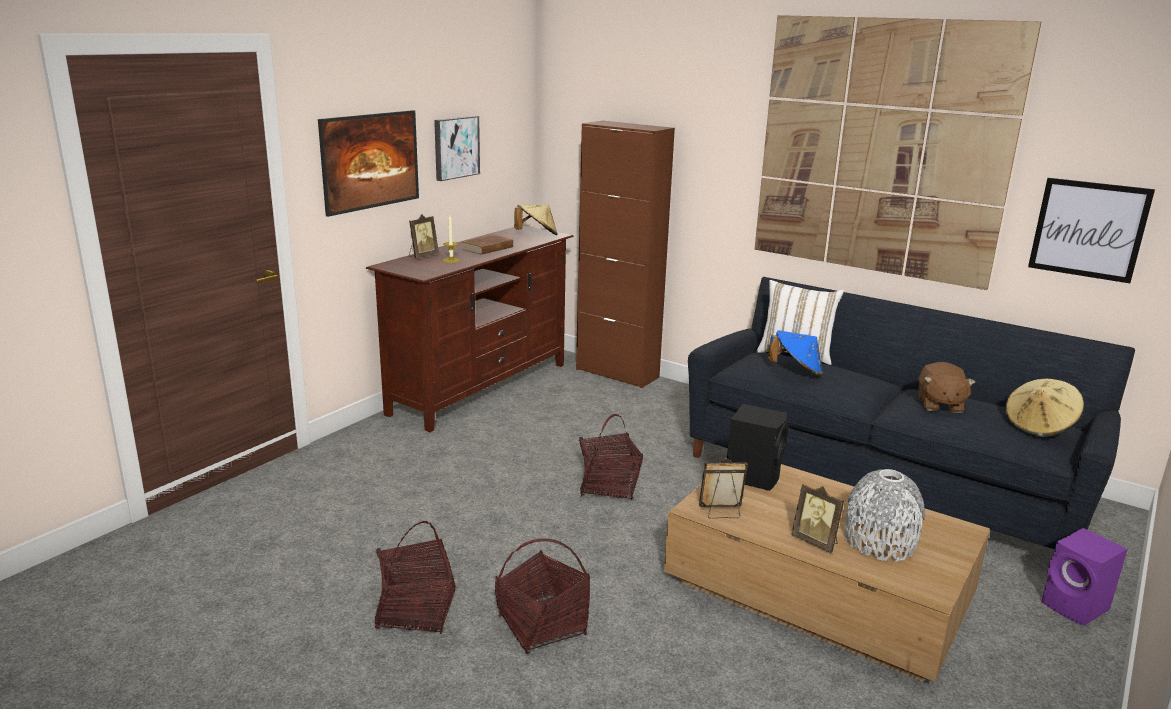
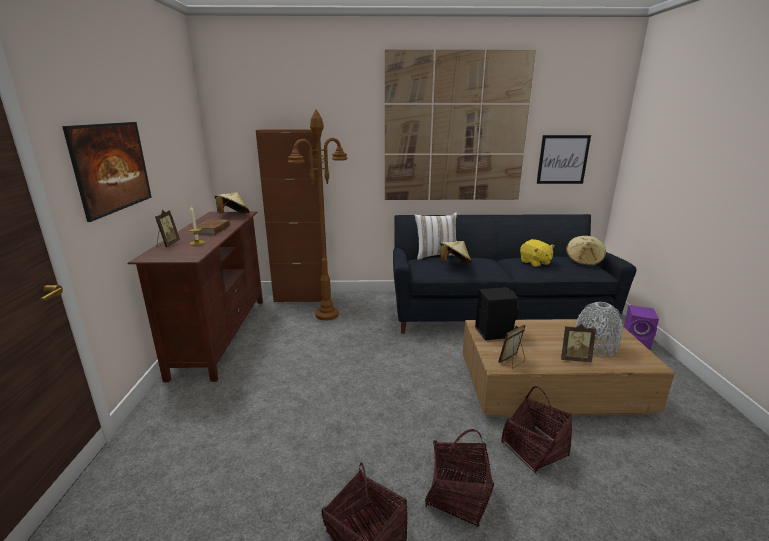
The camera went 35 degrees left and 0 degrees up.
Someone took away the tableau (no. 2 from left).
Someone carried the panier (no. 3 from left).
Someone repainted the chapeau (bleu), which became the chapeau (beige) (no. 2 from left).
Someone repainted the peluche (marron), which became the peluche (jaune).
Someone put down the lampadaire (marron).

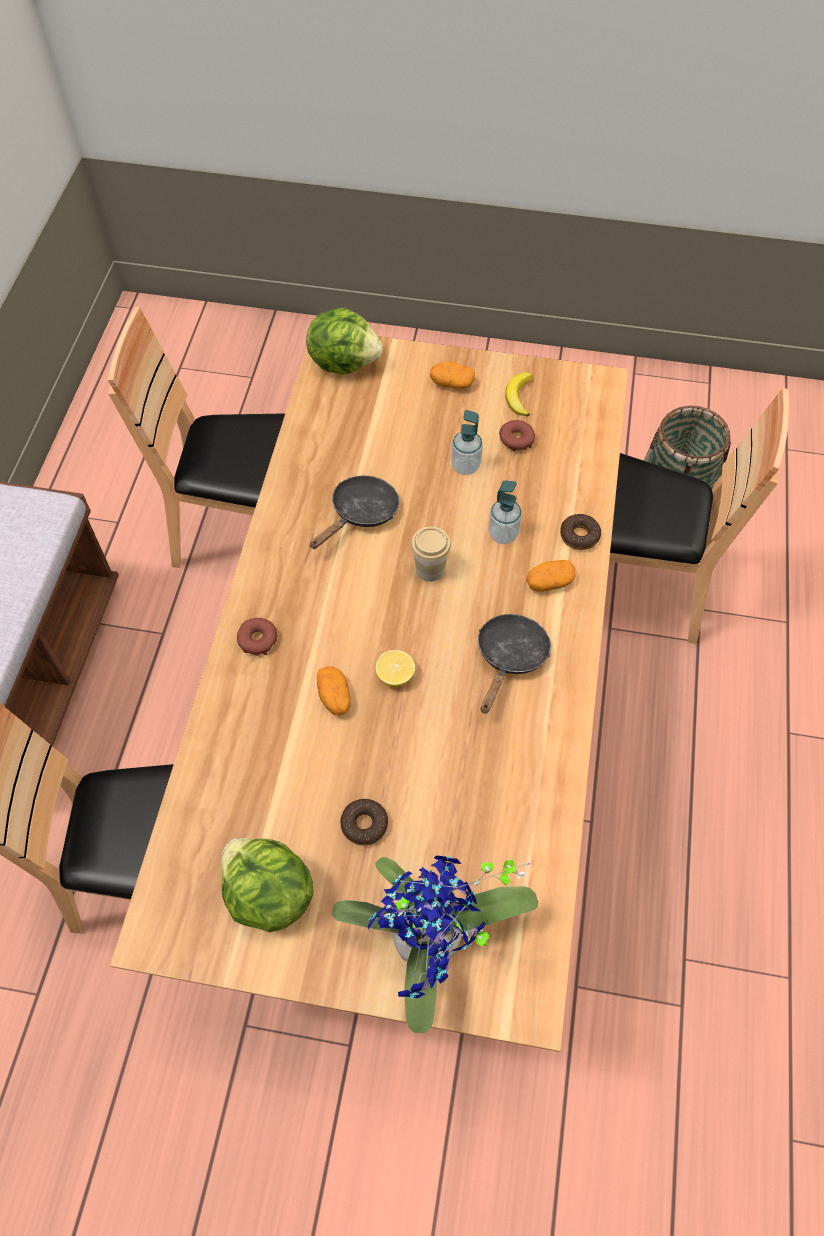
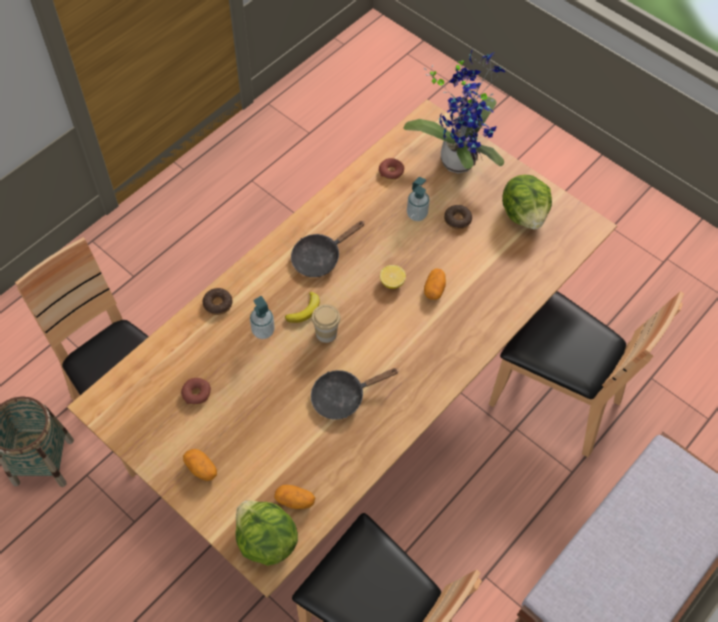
The camera went 150 degrees left and 0 degrees up.
Someone carried the beignet (no. 1 from left in the first image).
Someone carried the distributeur de savon (no. 1 from left in the first image).
Someone carried the banane.
Someone carried the pomme de terre (no. 3 from left in the first image).

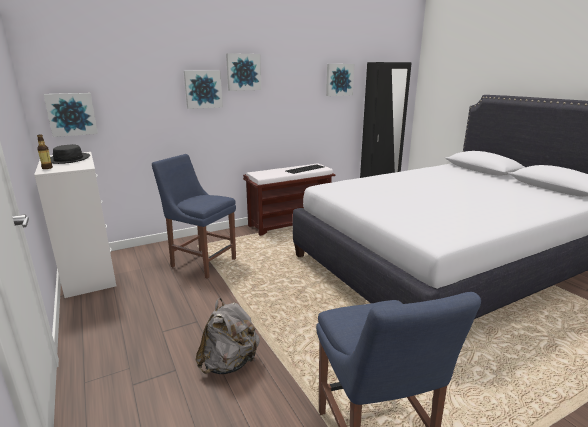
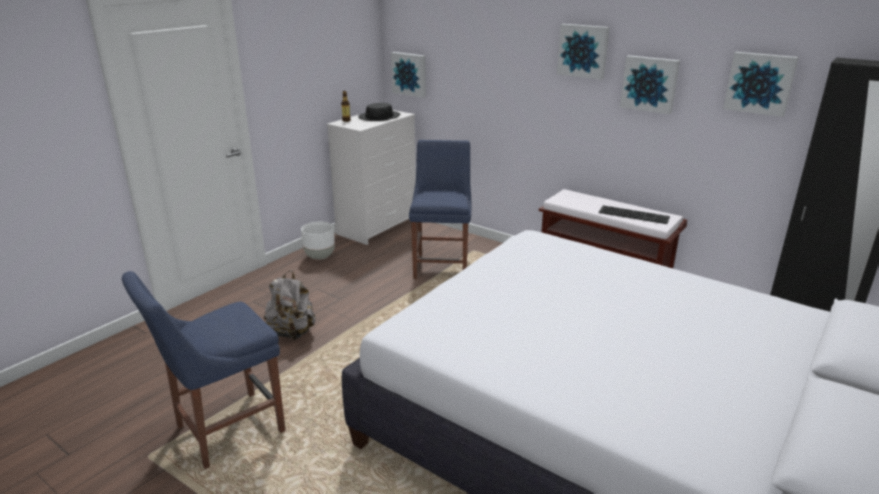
The camera went 65 degrees right and 5 degrees up.
Someone carried the tableau (no. 2 from left in the first image).
Someone put down the cache-pot (blanc).

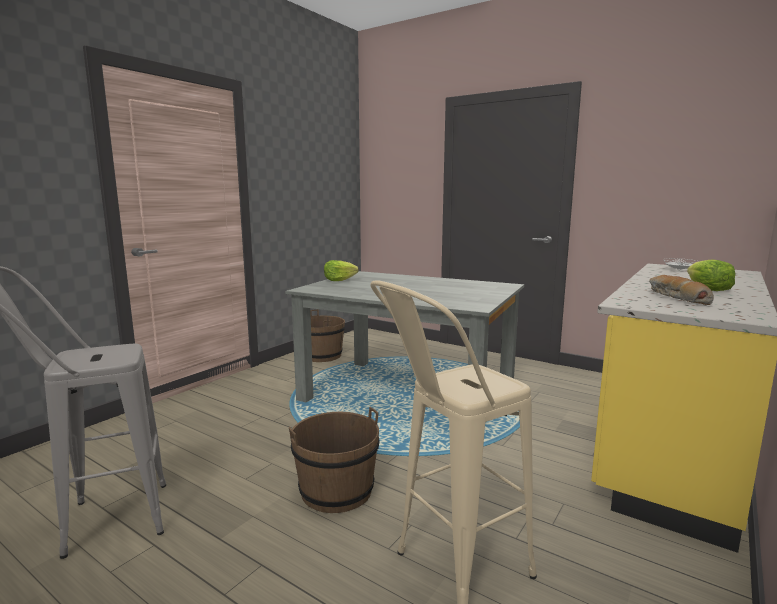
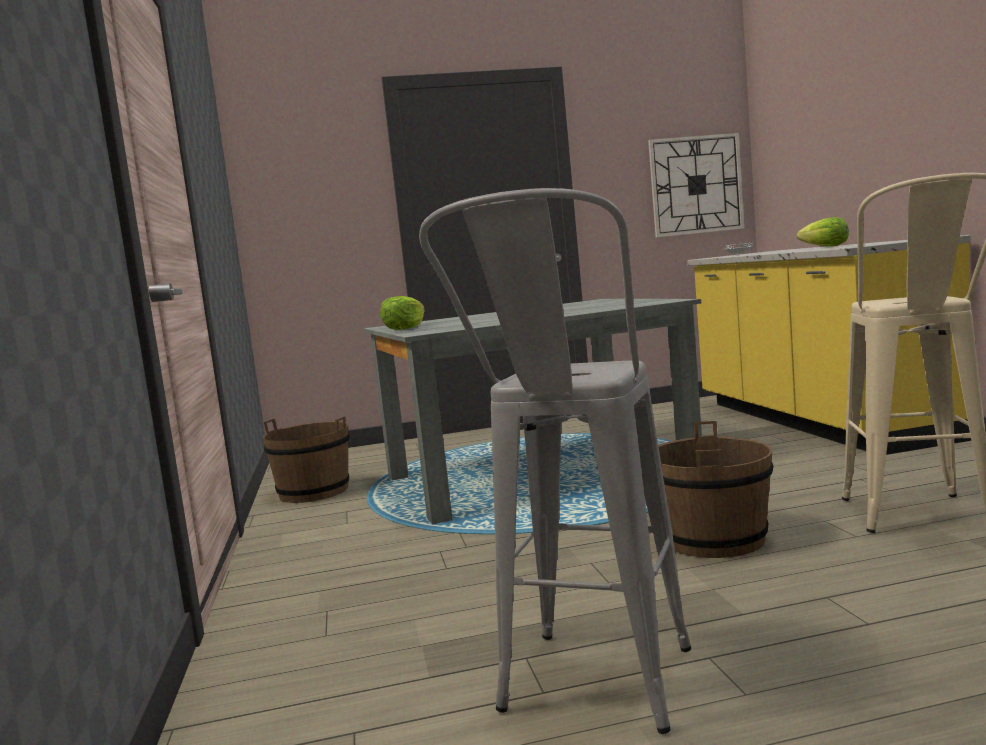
The camera went 45 degrees left and 5 degrees down.
Someone took away the pain.
Someone put up the horloge murale.

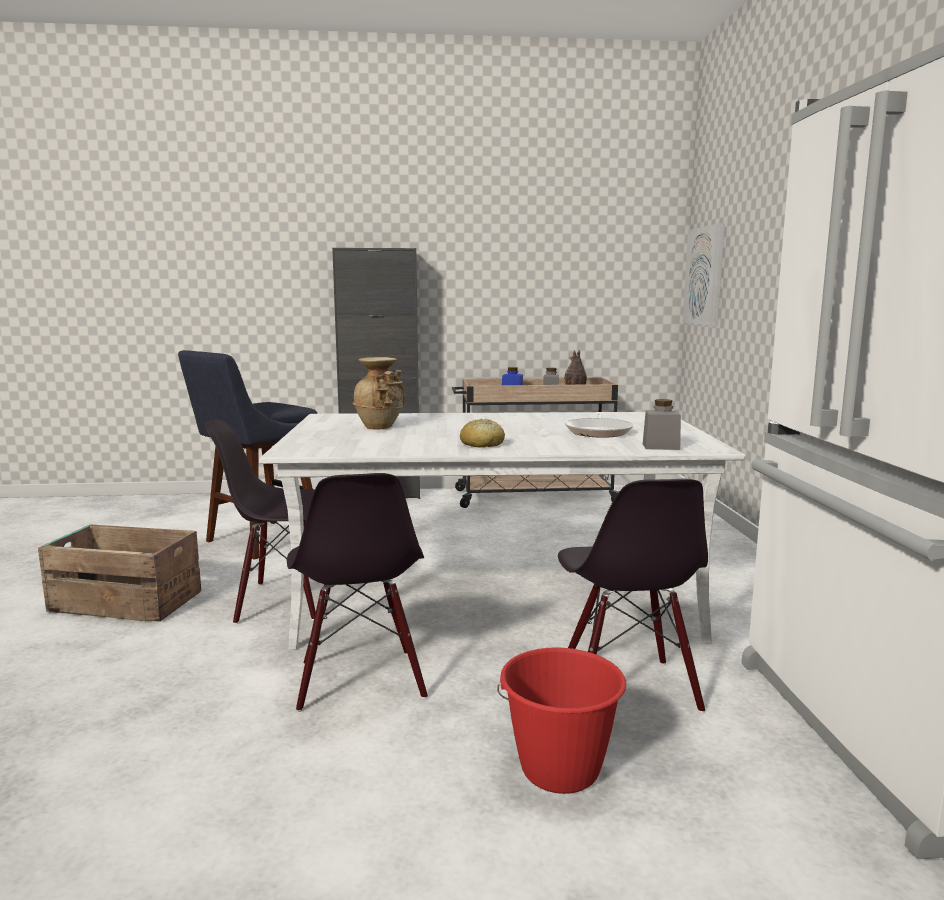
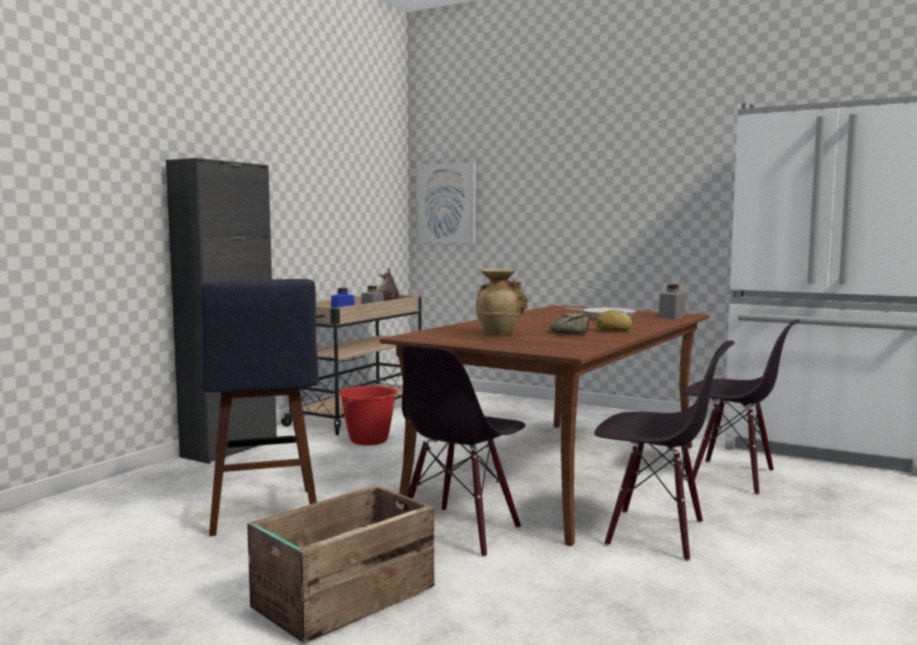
The camera went 55 degrees left and 5 degrees down.
Someone repainted the table à manger (blanc), which became the table à manger (marron).
Someone carried the seau (rouge).
Someone put down the pain (no. 1 from left).

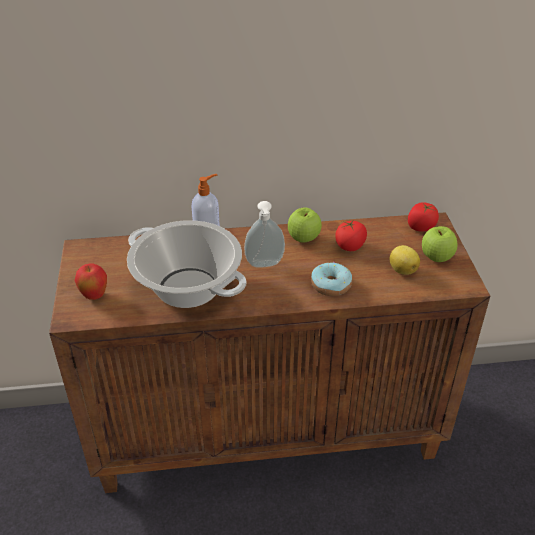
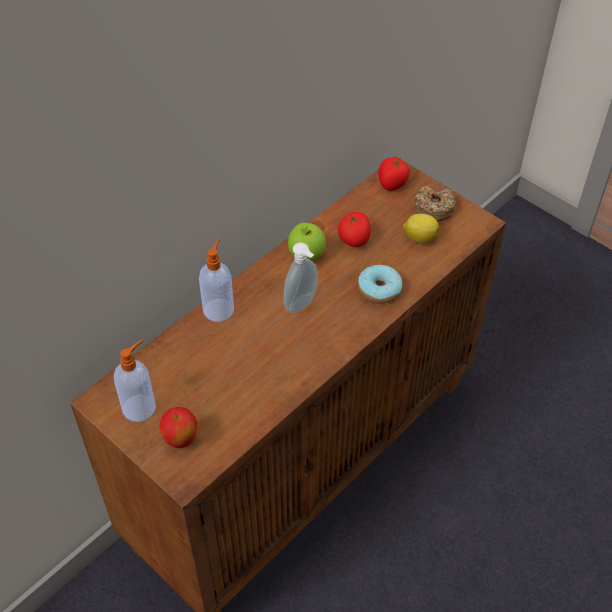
The camera went 40 degrees left and 10 degrees up.
Someone took away the marmite.
Someone swapped the pomme (no. 3 from left) for the beignet (no. 2 from left).
Someone put down the distributeur de savon (no. 1 from left).

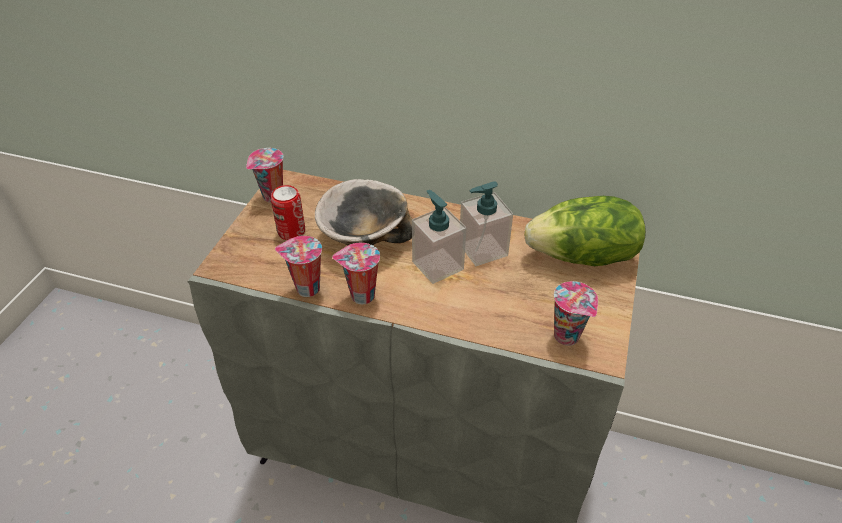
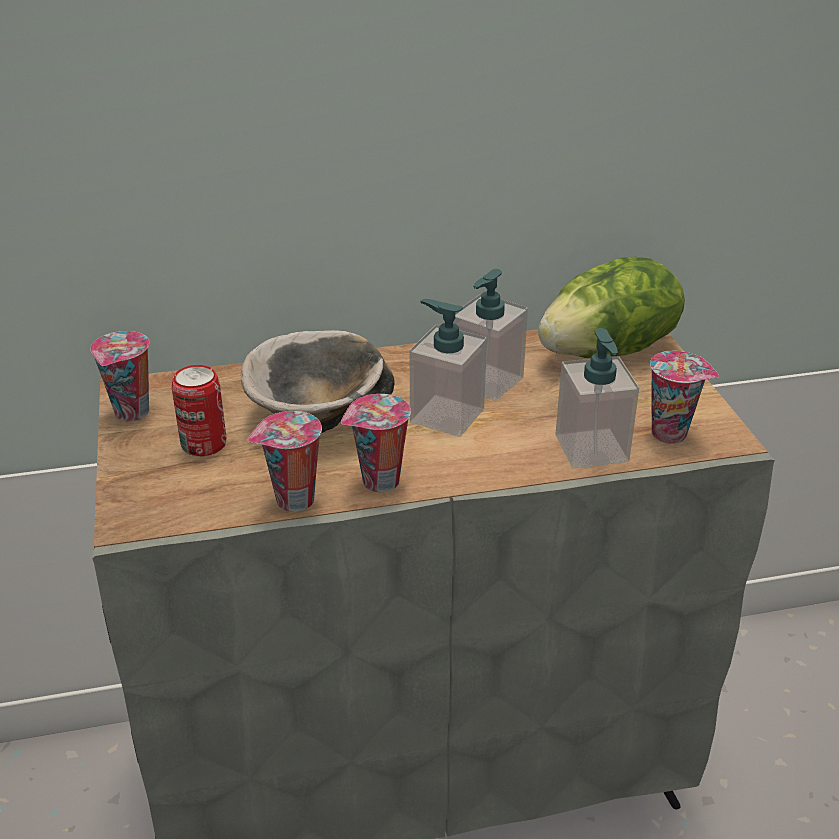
The camera went 30 degrees left and 10 degrees down.
Someone put down the distributeur de savon (no. 3 from left).

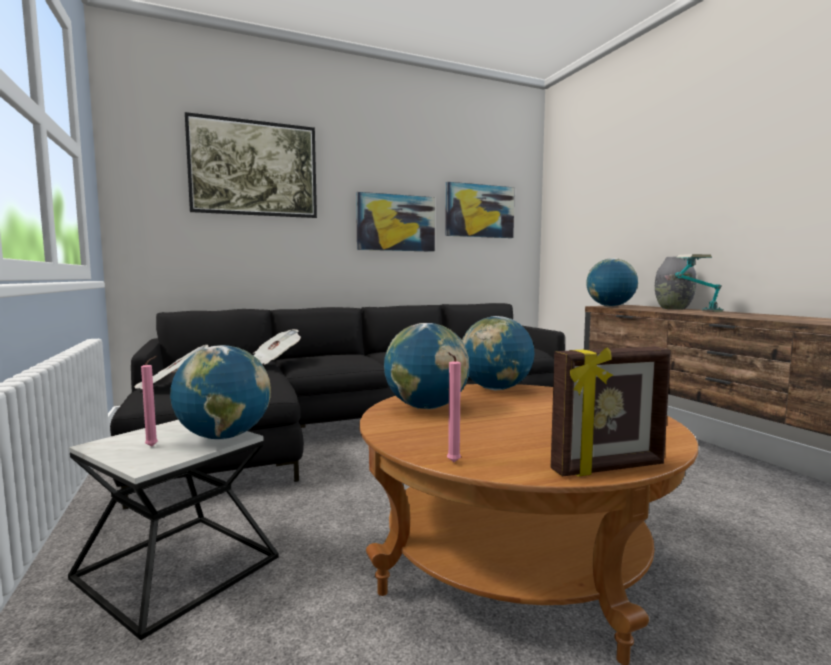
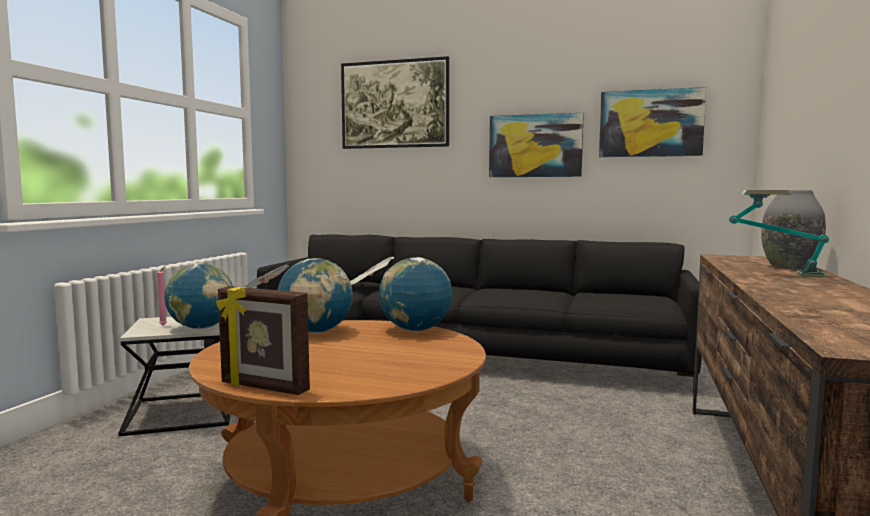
The camera went 40 degrees right and 0 degrees up.
Someone took away the bougie (rose) (no. 2 from left).
Someone took away the globe (no. 4 from left).

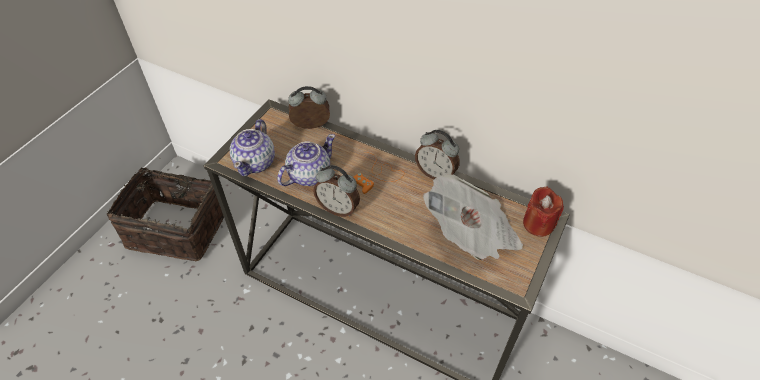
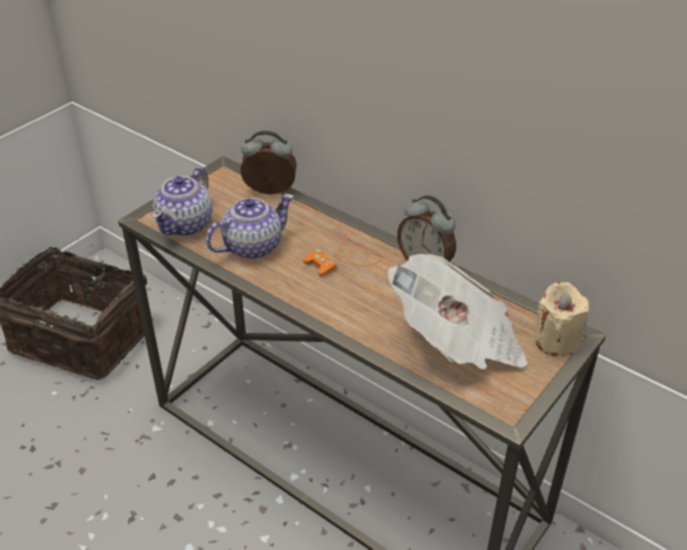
The camera went 10 degrees right and 10 degrees down.
Someone took away the réveil (no. 2 from left).
Someone repainted the bougie (rouge), which became the bougie (beige).

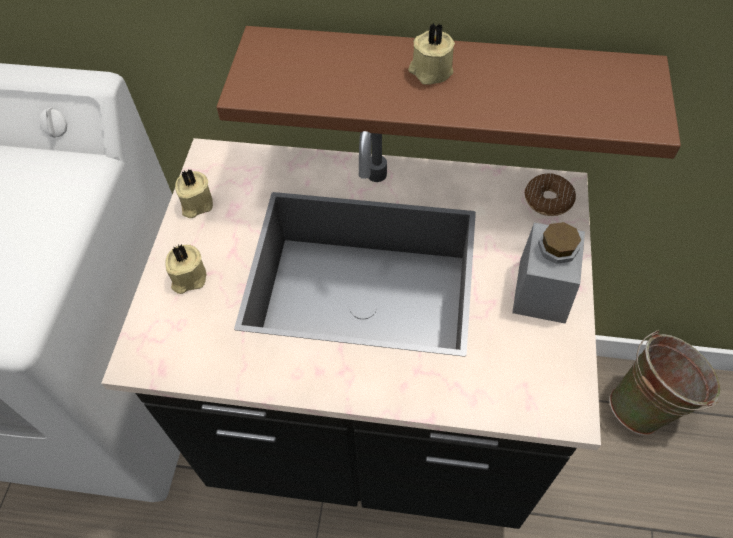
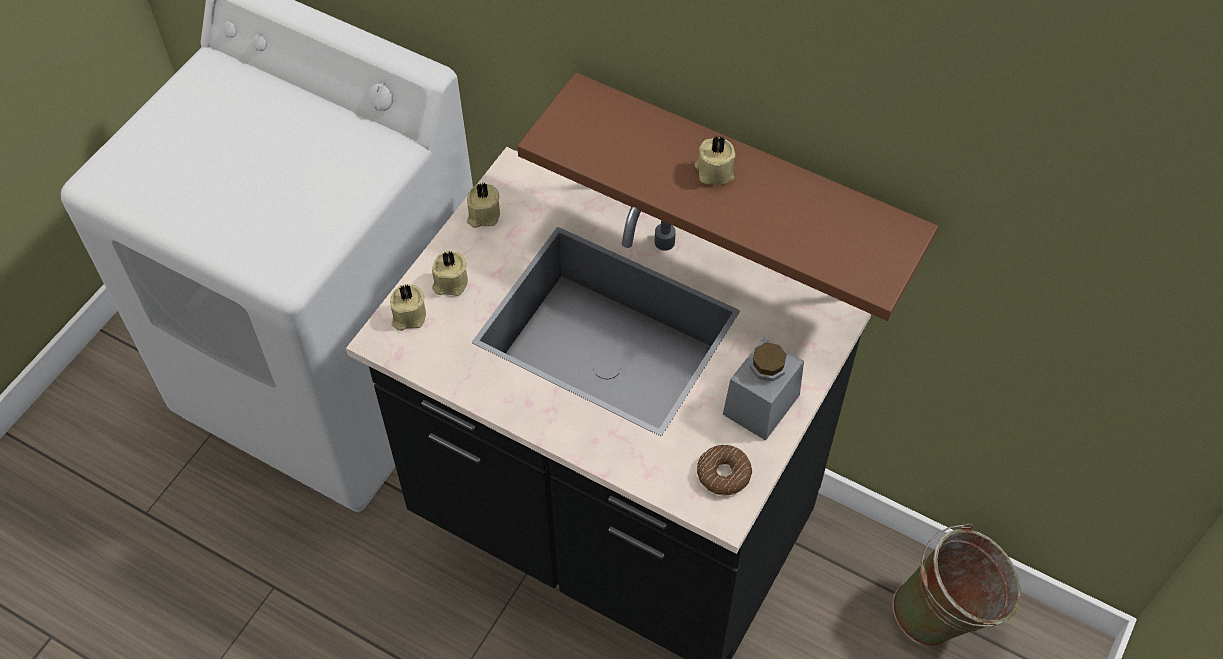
The camera went 20 degrees right and 0 degrees up.
Someone carried the beignet.
Someone put down the bougie (beige) (no. 1 from left).

